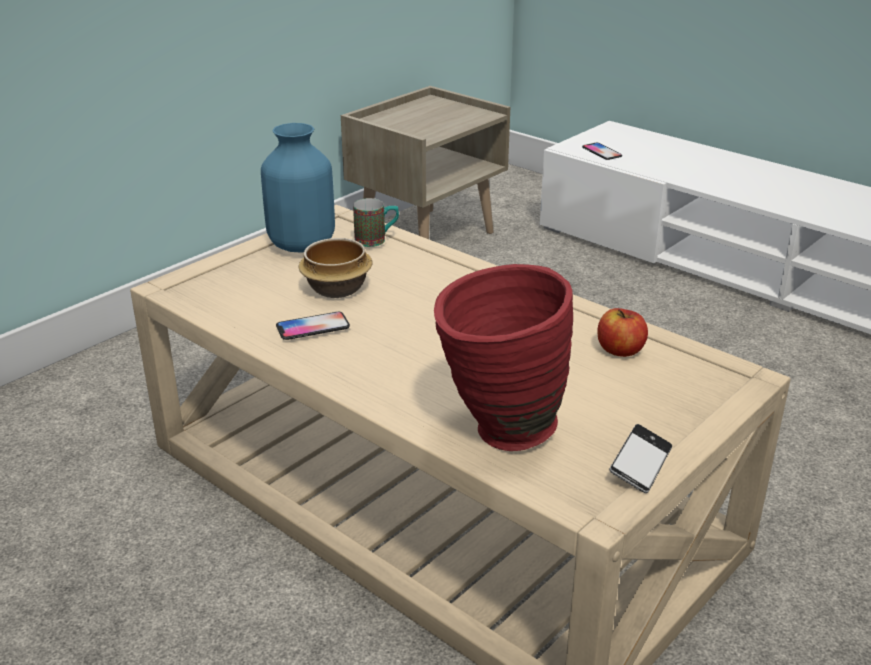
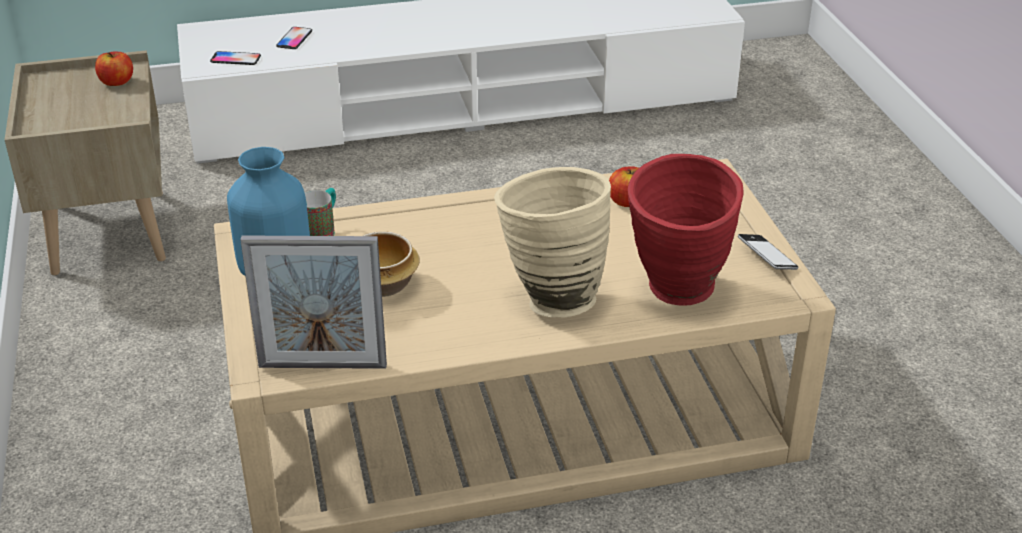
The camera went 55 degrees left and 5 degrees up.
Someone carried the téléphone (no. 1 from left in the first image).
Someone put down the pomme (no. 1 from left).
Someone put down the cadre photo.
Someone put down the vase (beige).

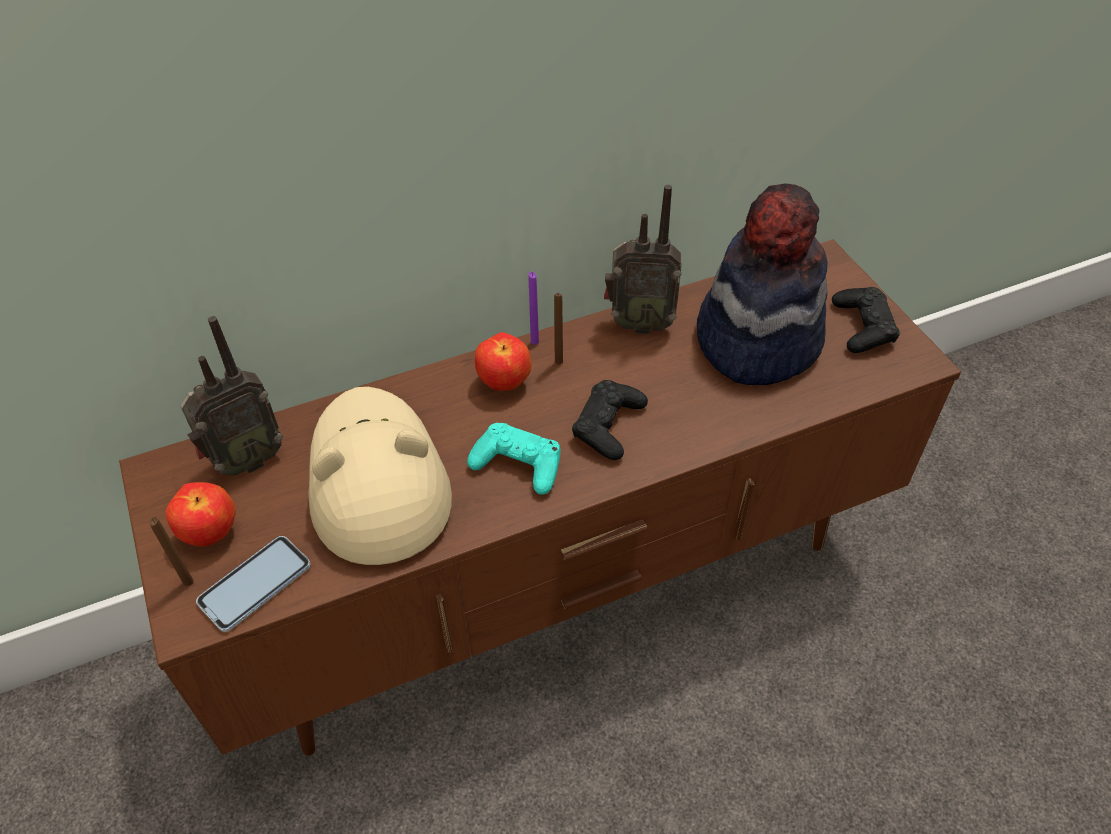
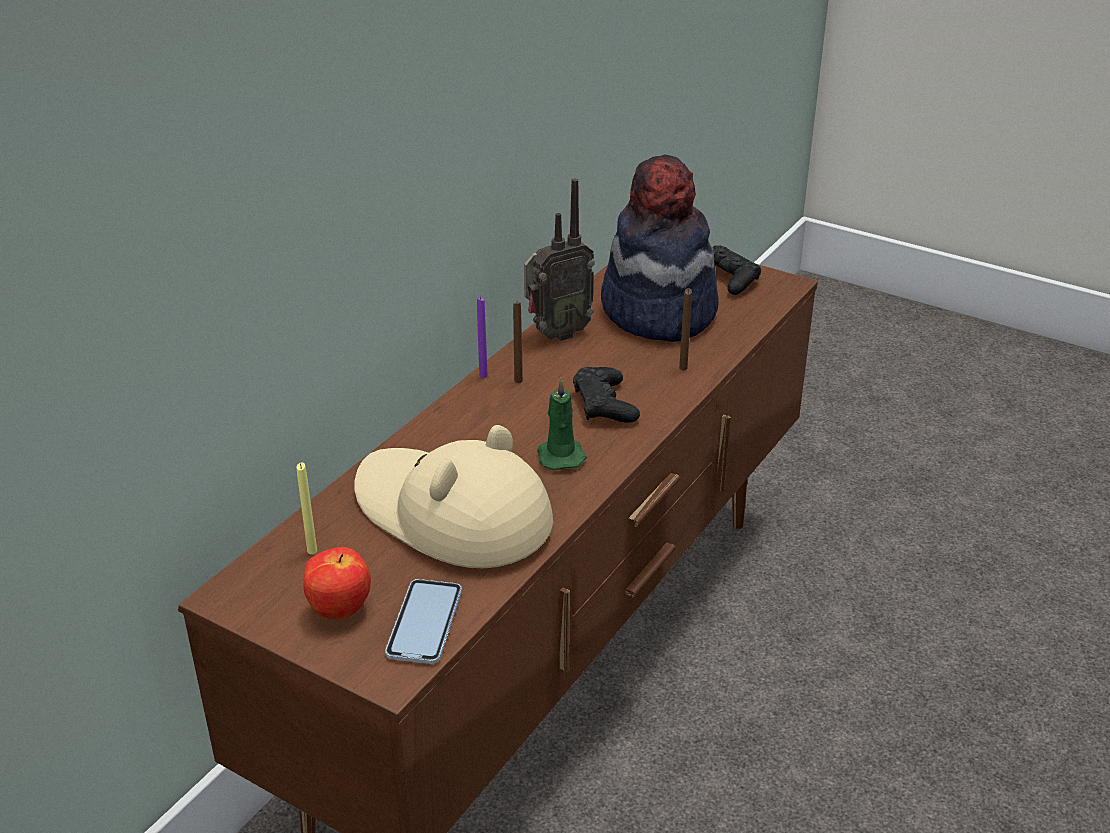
The camera went 35 degrees left and 15 degrees down.
Someone carried the bougie (marron) (no. 1 from left in the first image).
Someone swapped the radio (no. 1 from left) for the bougie (jaune).
Someone swapped the manette (turquoise) for the bougie (vert).
Someone took away the pomme (no. 2 from left).

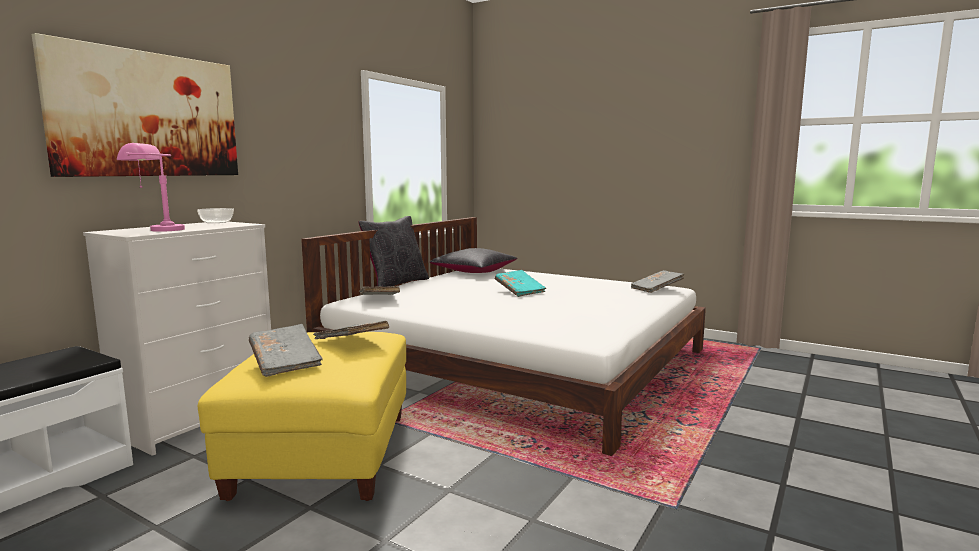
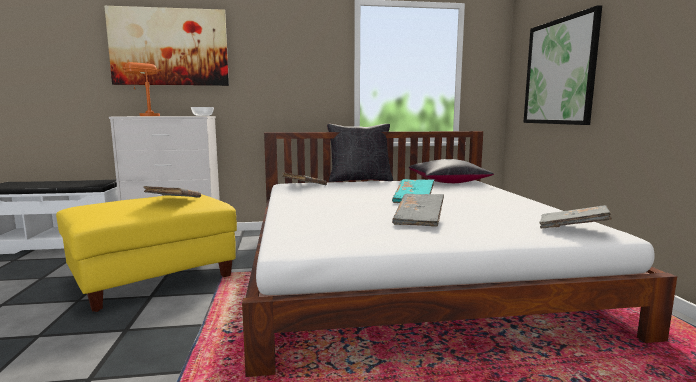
The camera went 50 degrees right and 0 degrees up.
Someone repainted the lampe de table (rose), which became the lampe de table (orange).
Someone carried the livre (gris) (no. 1 from left in the first image).
Someone put up the tableau (no. 2 from left).

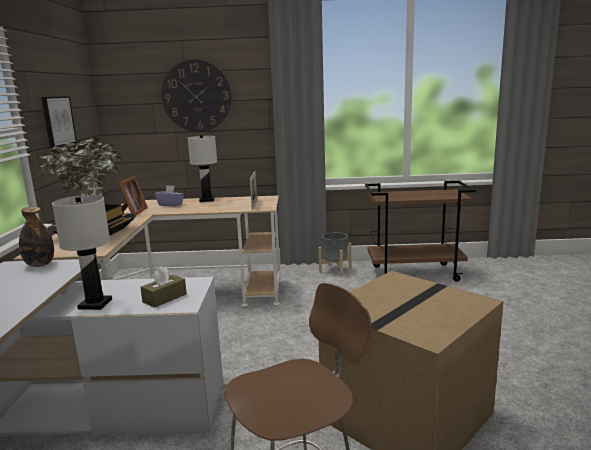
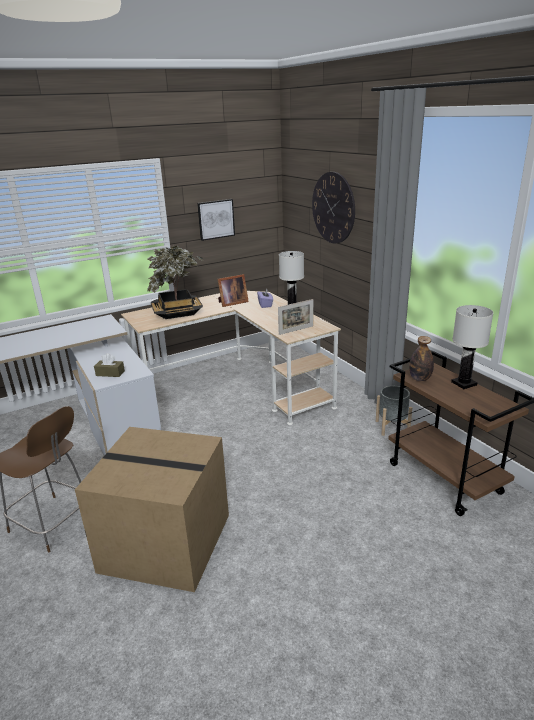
The camera went 60 degrees right and 10 degrees up.
Someone carried the bouteille.
Someone carried the lampe de table (blanc) (no. 1 from left in the first image).

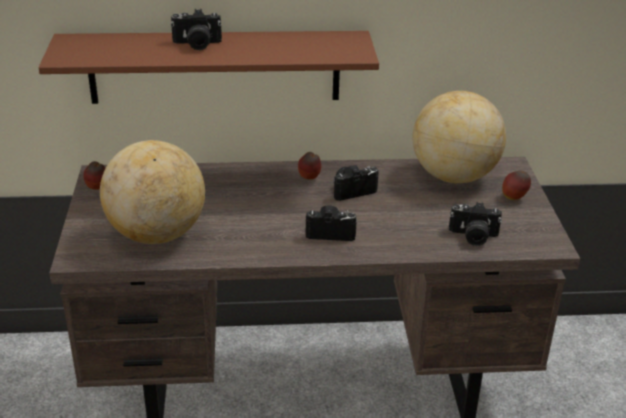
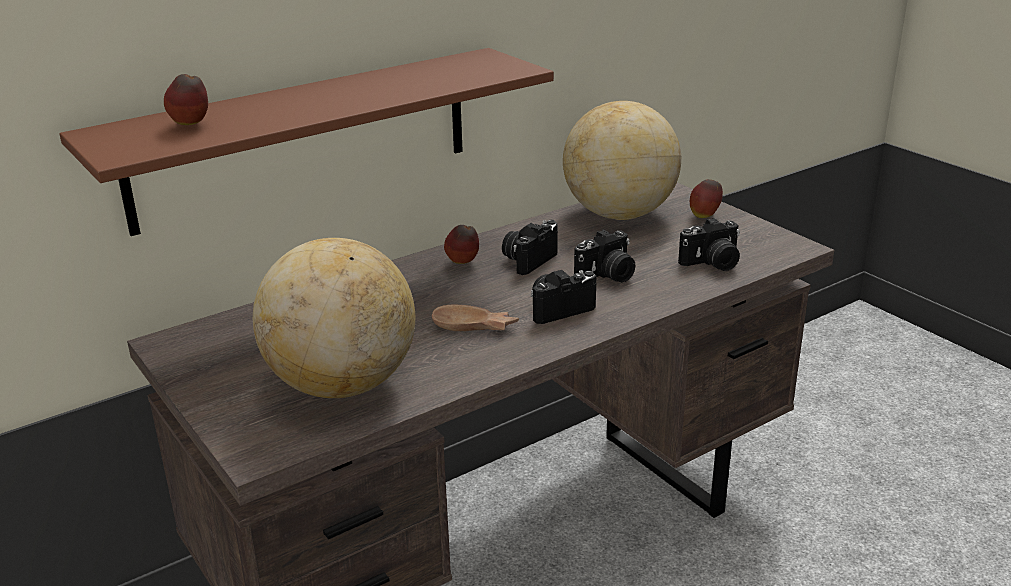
The camera went 30 degrees left and 5 degrees down.
Someone carried the pomme (no. 1 from left).
Someone carried the appareil photo (no. 1 from left in the first image).
Someone put down the bol (marron).

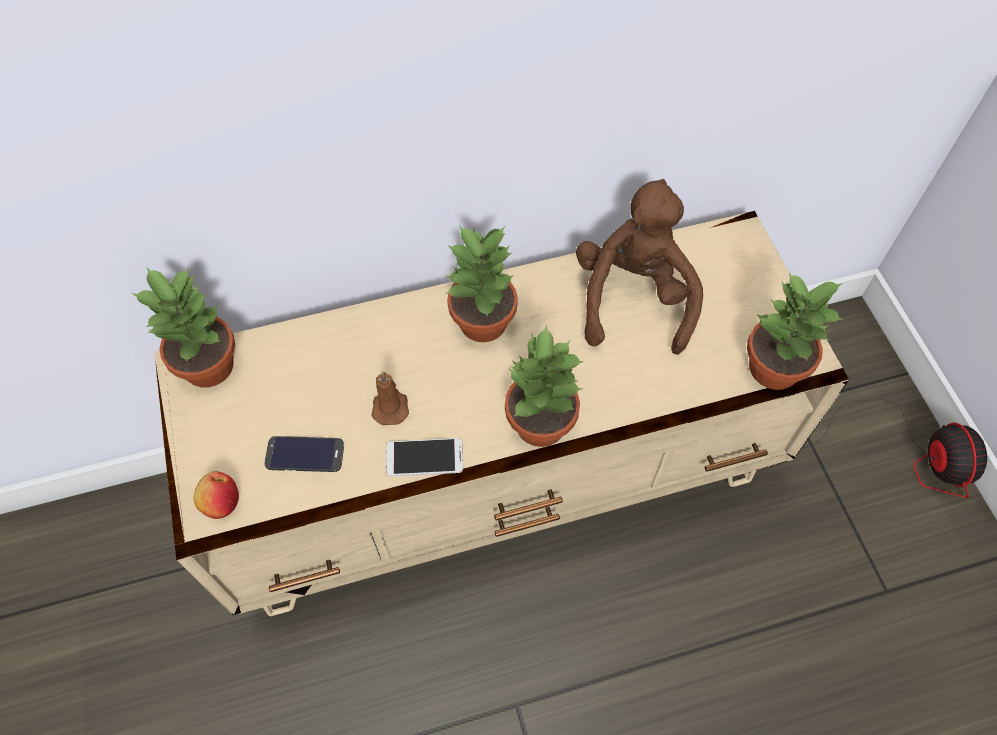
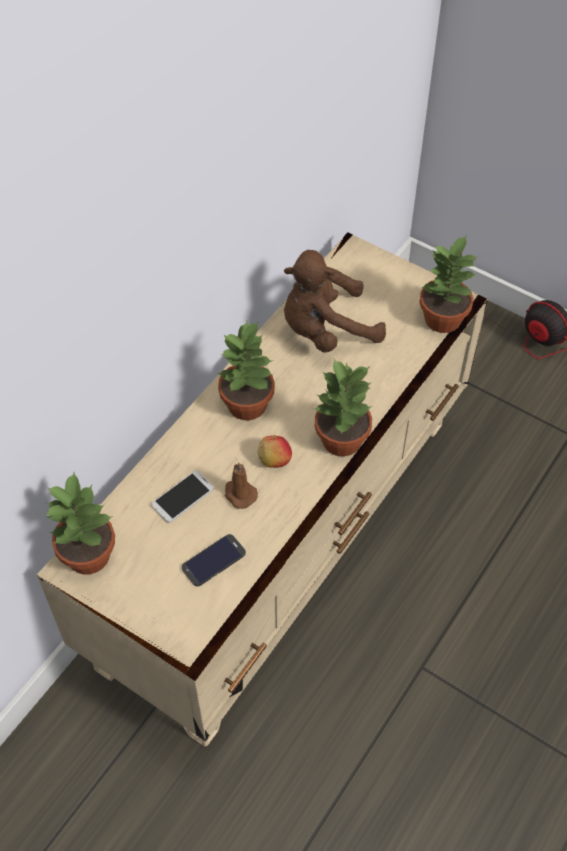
The camera went 40 degrees left and 5 degrees down.
Someone carried the pomme.
Someone carried the téléphone (no. 2 from left in the first image).
Someone rotated the peluche (marron) by 75 degrees counterclockwise.

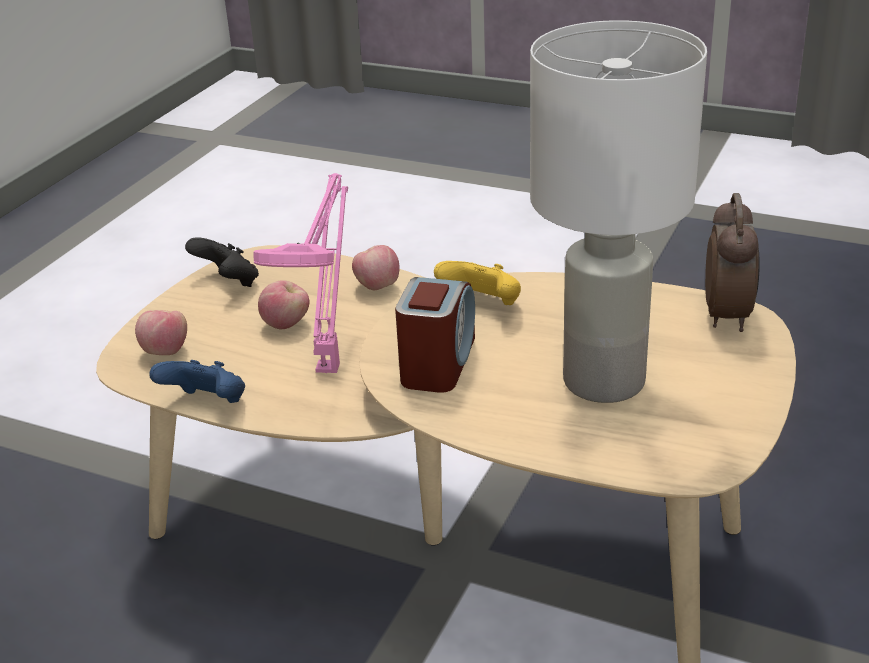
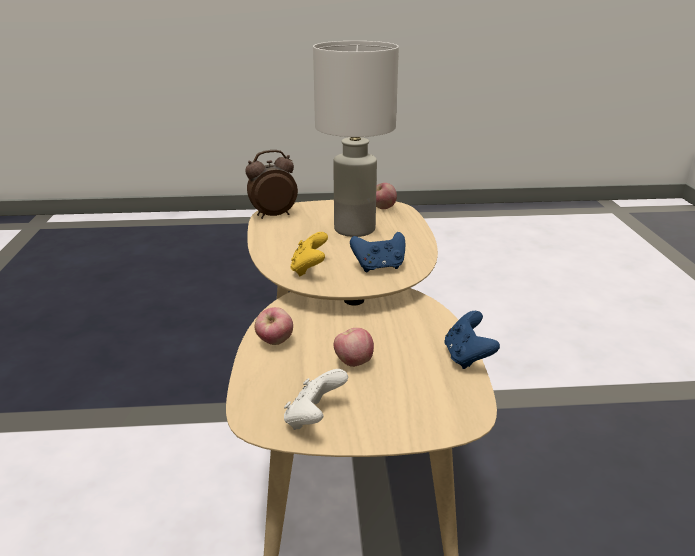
The camera went 120 degrees left and 5 degrees down.
Someone carried the pomme (no. 1 from left in the first image).
Someone repainted the manette (noir), which became the manette (blanc).
Someone took away the lampe de table (rose).
Someone swapped the réveil (no. 1 from left) for the manette (bleu) (no. 1 from left).

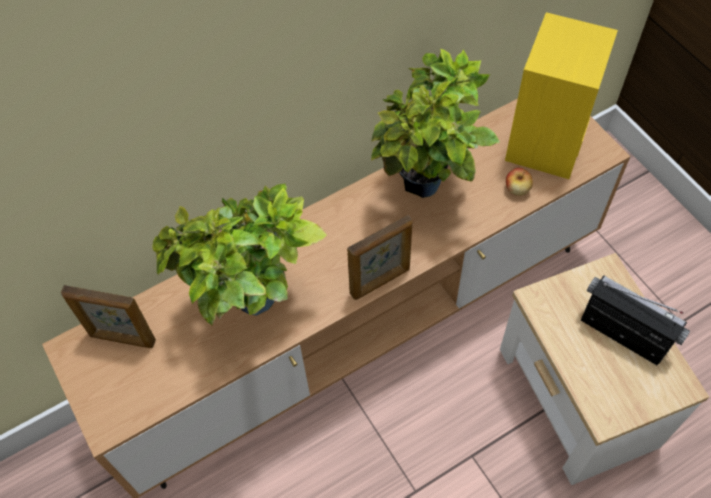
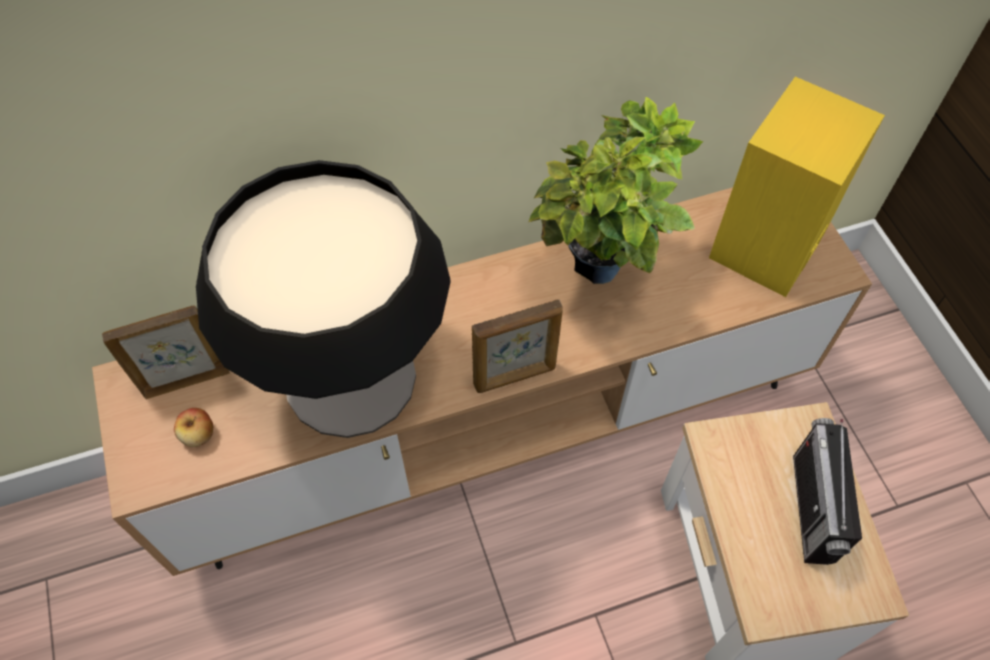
The camera went 10 degrees right and 0 degrees up.
Someone rotated the cadre photo (no. 1 from left) by 135 degrees clockwise.
Someone swapped the plante en pot (no. 1 from left) for the lampe de table.
Someone carried the pomme.
Someone rotated the radio by 135 degrees counterclockwise.

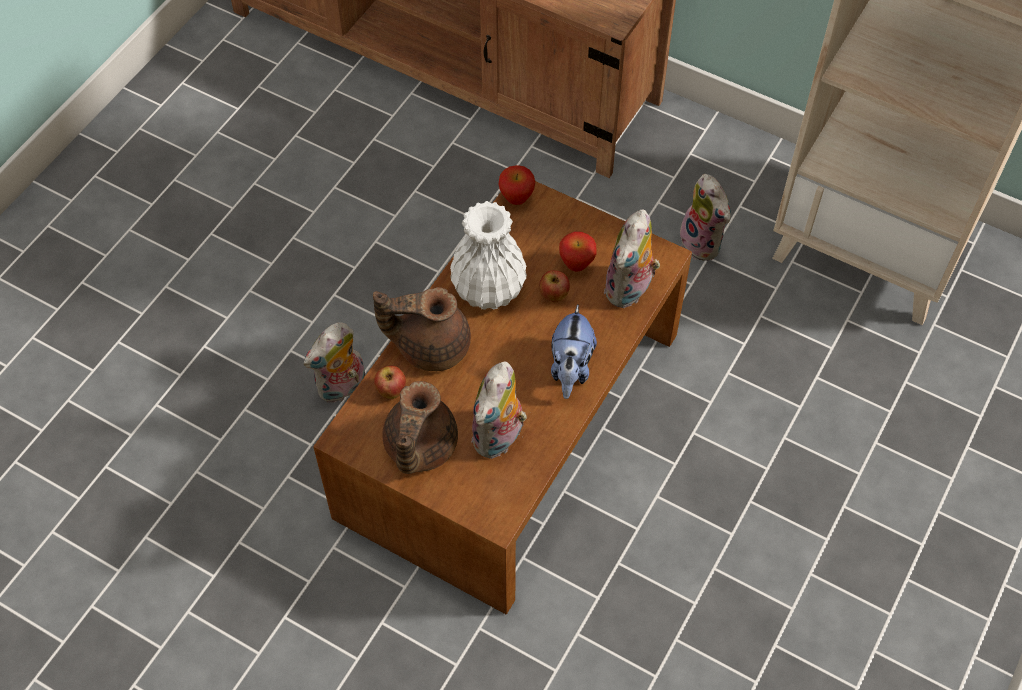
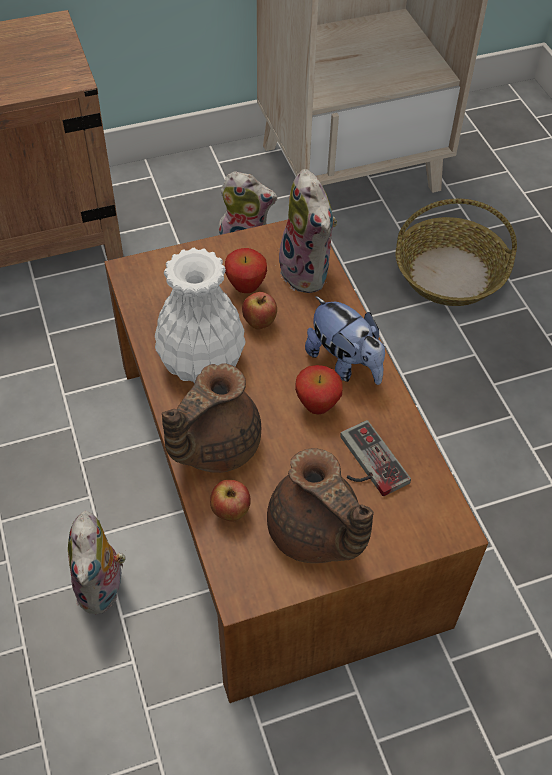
The camera went 50 degrees left and 5 degrees down.
Someone swapped the peluche (no. 2 from left) for the manette.
Someone carried the pomme (no. 2 from left in the first image).
Someone put down the panier.

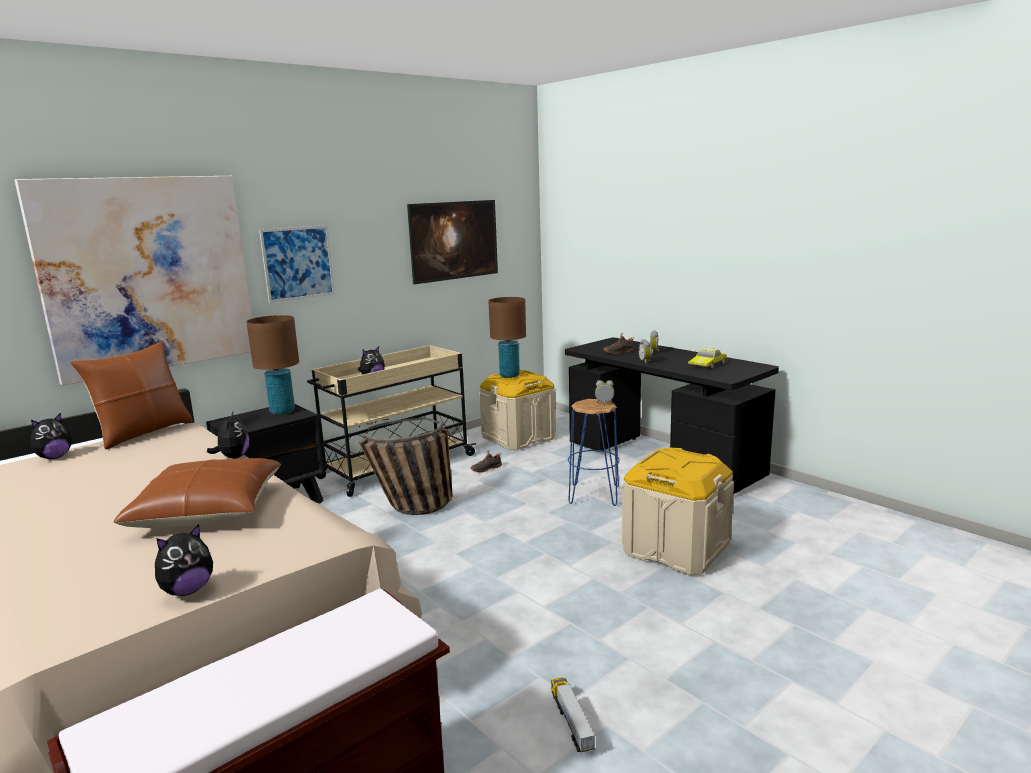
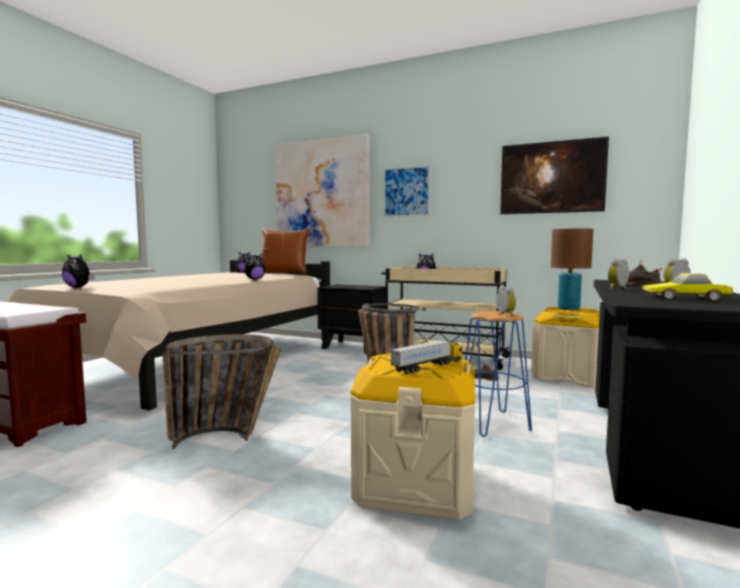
The camera went 65 degrees right and 10 degrees down.
Someone took away the coussin (marron) (no. 2 from left).
Someone took away the lampe de table (marron) (no. 1 from left).
Someone carried the camion jouet.
Someone put down the panier (no. 1 from left).

